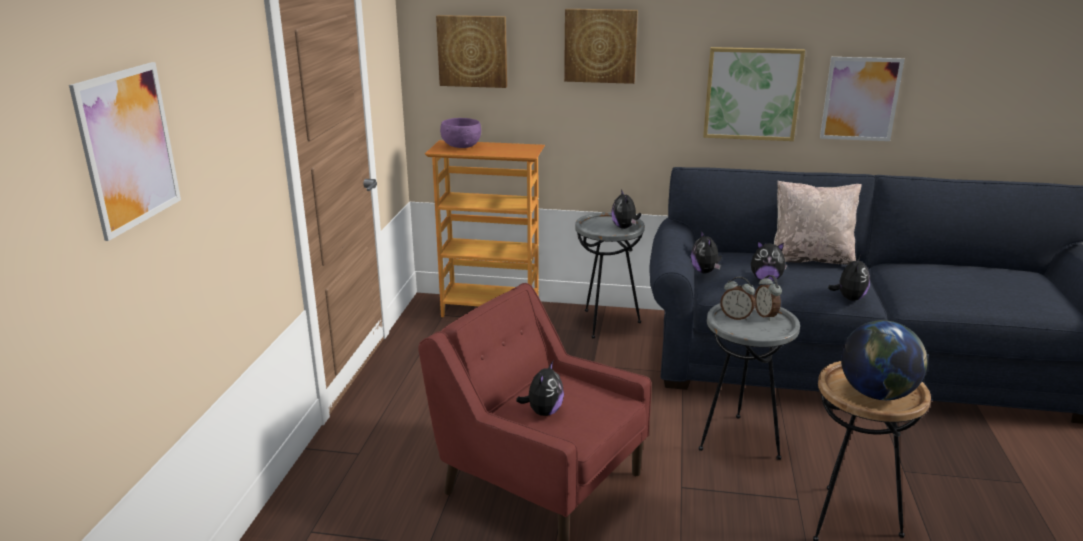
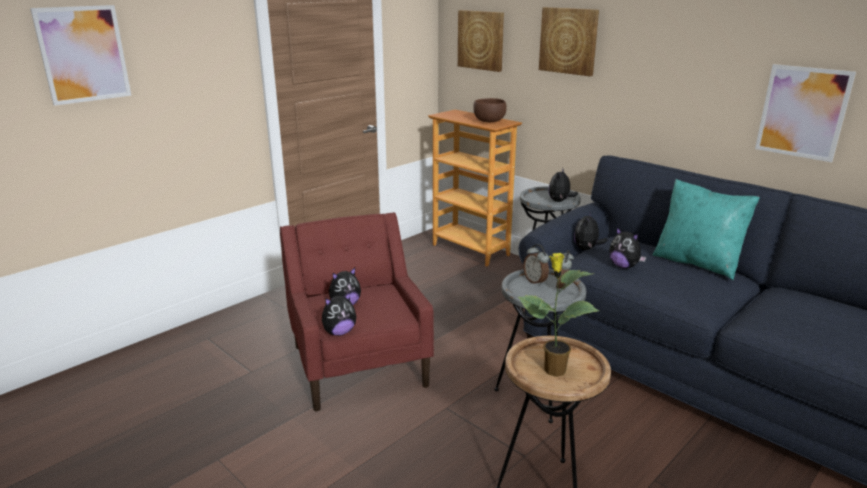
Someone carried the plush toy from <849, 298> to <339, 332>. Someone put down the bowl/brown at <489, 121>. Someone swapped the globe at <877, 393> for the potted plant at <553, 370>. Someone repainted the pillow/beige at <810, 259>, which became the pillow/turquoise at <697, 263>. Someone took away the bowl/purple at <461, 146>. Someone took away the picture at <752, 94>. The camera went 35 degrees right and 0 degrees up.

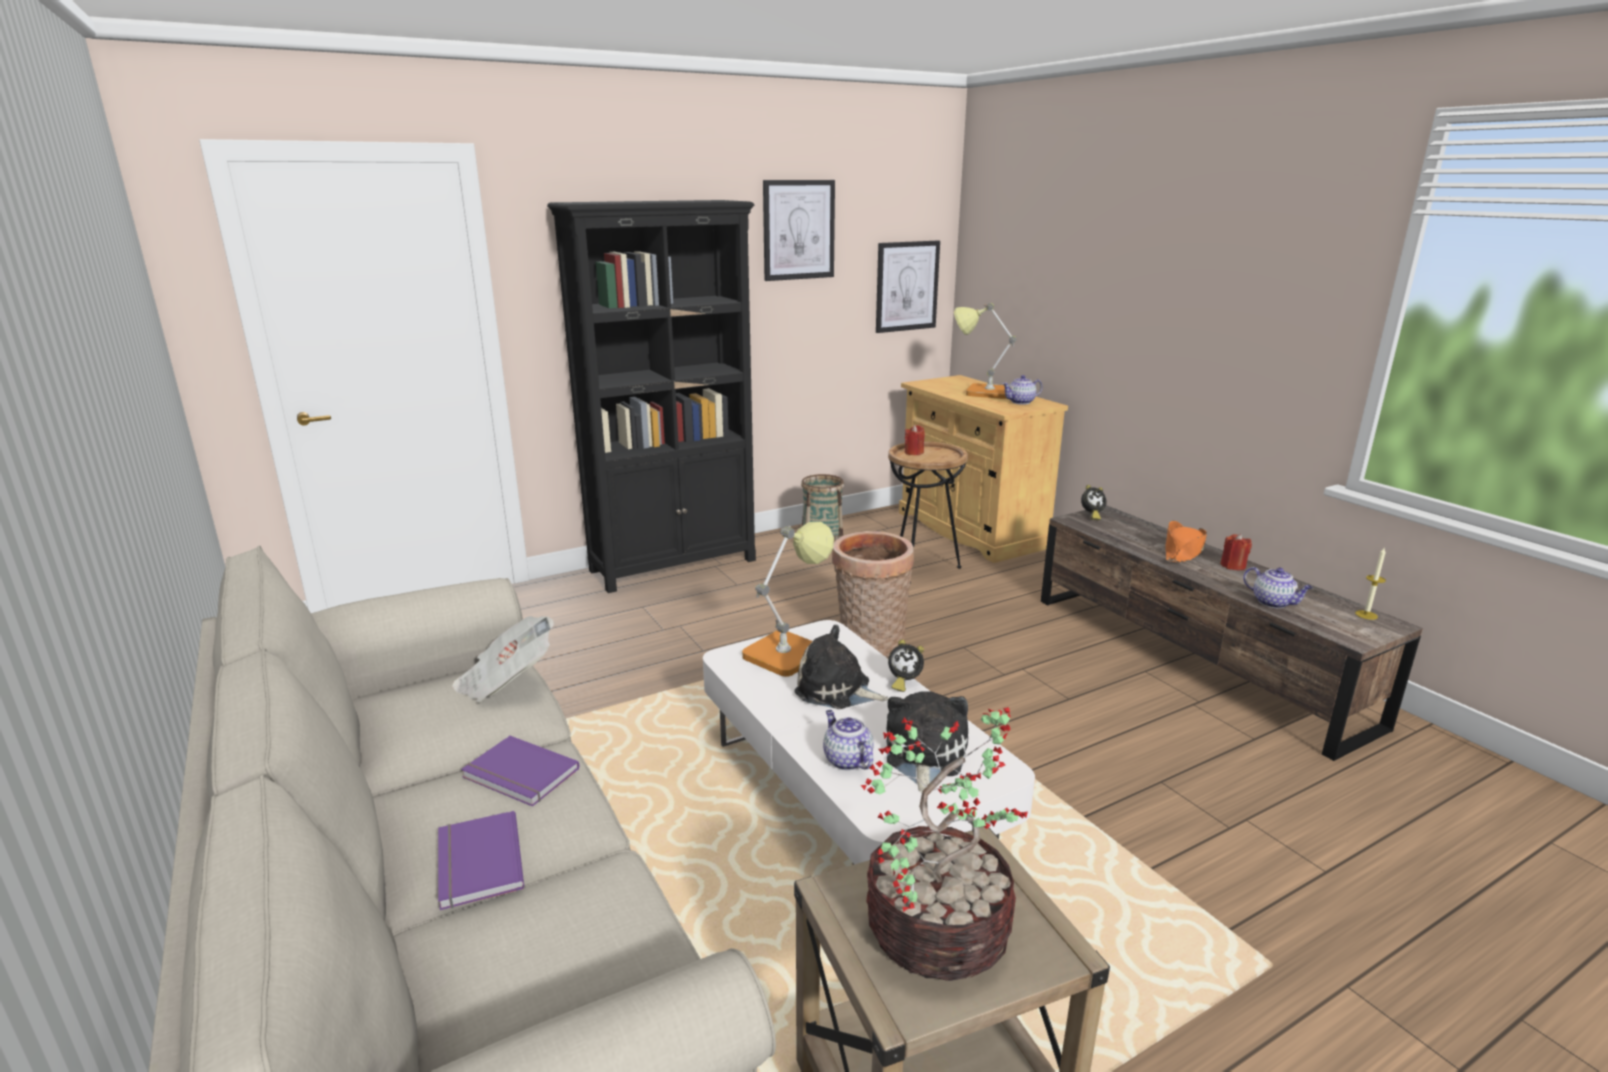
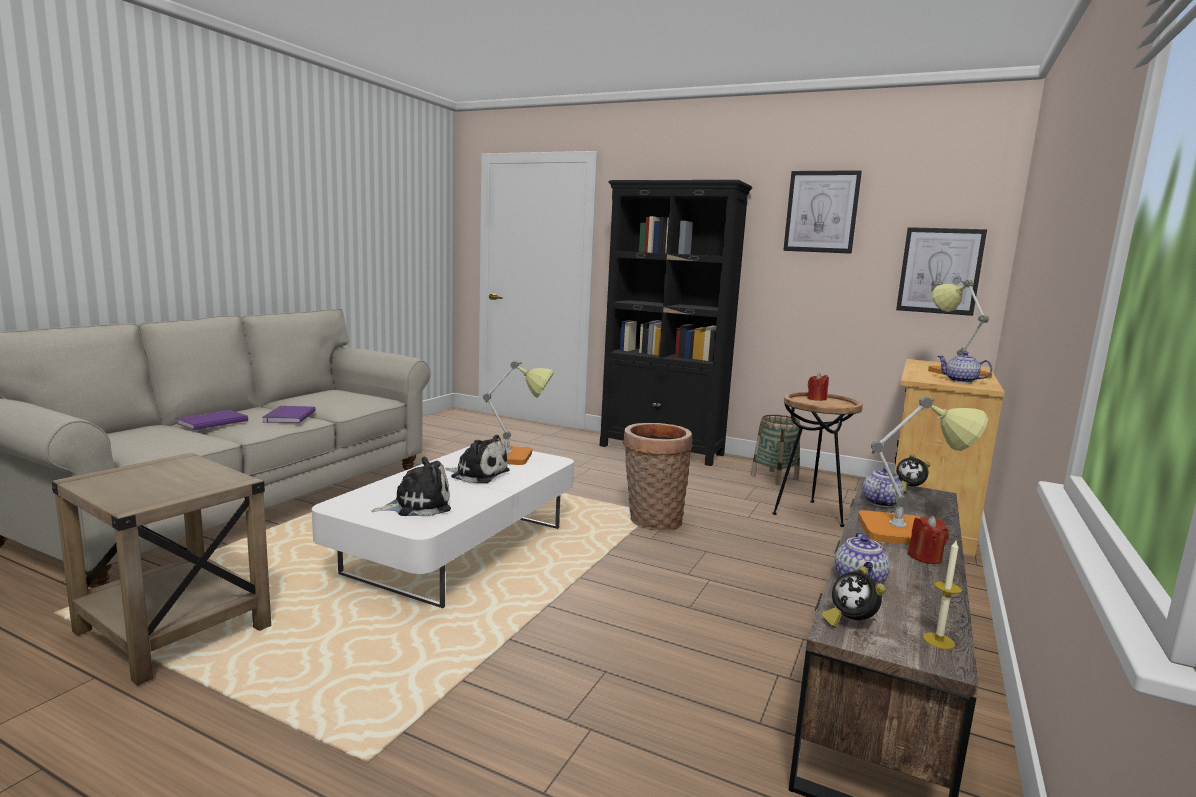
Someone rotated the plush toy at <836, 690> by 120 degrees clockwise. Someone carried the alarm clock from <903, 682> to <850, 623>. Someone swapped the hat/orange at <1183, 552> for the table lamp at <908, 532>. Someone carried the teapot from <846, 760> to <880, 502>. Someone took away the newspaper at <506, 681>. Someone took away the potted plant at <940, 929>. The camera went 55 degrees right and 10 degrees down.

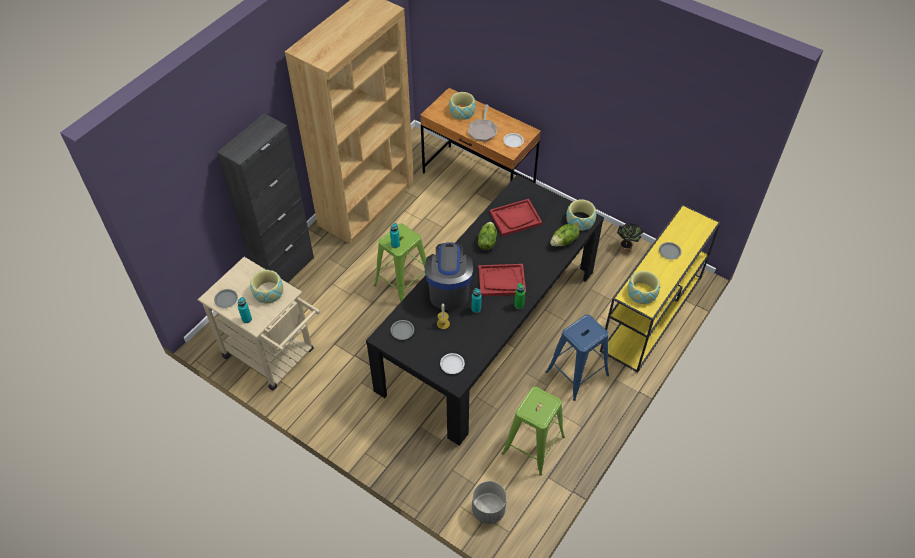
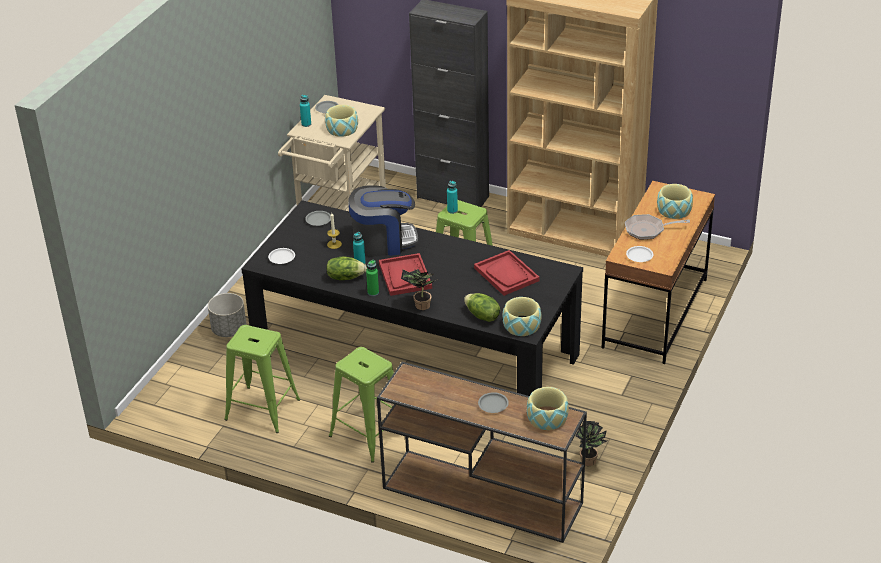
Someone carried the planter/grey from <488, 510> to <229, 330>. Someone carried the lettuce from <486, 242> to <345, 277>. Someone repainted the stool/blue at <577, 373>, which became the stool/green at <369, 435>. Someone repainted the console table/yellow at <651, 315>, which became the console table/brown at <480, 495>. Someone put down the potted plant at <420, 305>. Someone carried the bowl from <642, 293> to <547, 417>. The camera went 80 degrees right and 15 degrees down.

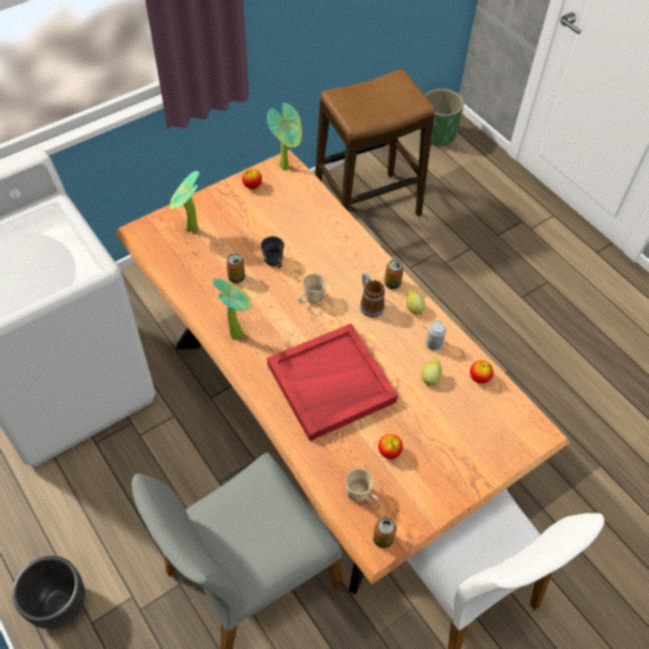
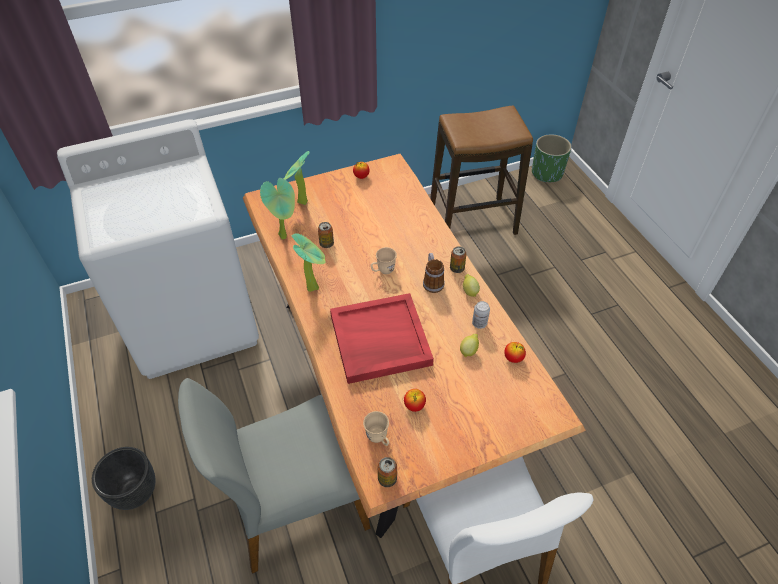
Someone carried the potted plant from <286, 166> to <285, 236>. Someone took away the mug/grey at <274, 263>. The camera went 15 degrees right and 5 degrees down.

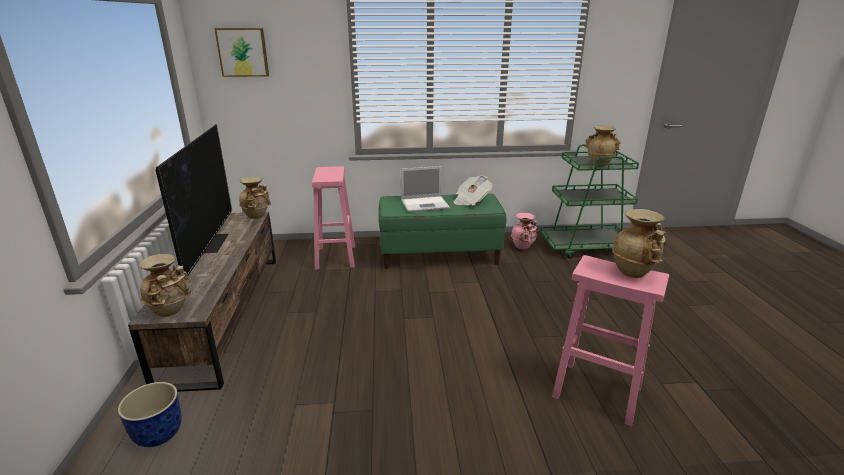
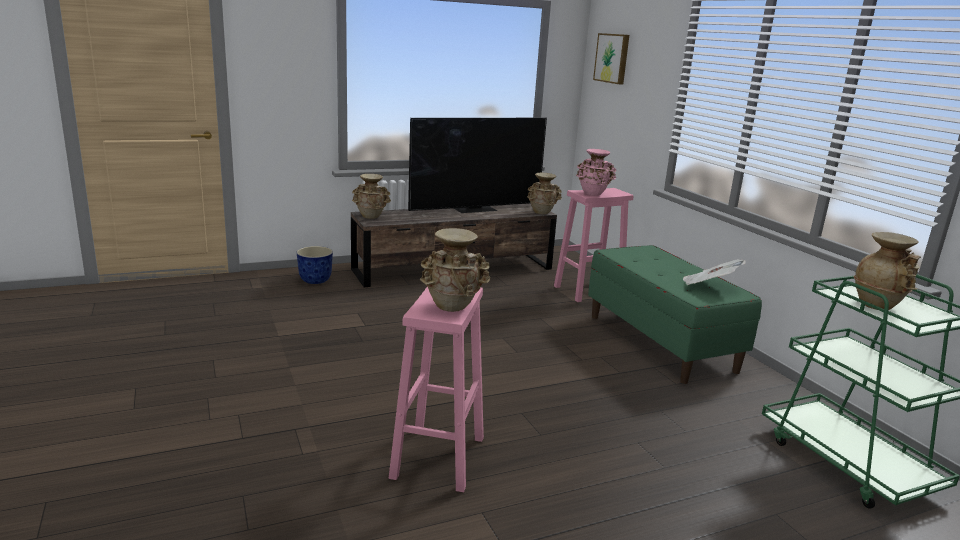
Someone carried the vase/pink from <523, 247> to <593, 194>. Someone took away the laptop at <425, 204>. The camera went 70 degrees right and 5 degrees down.

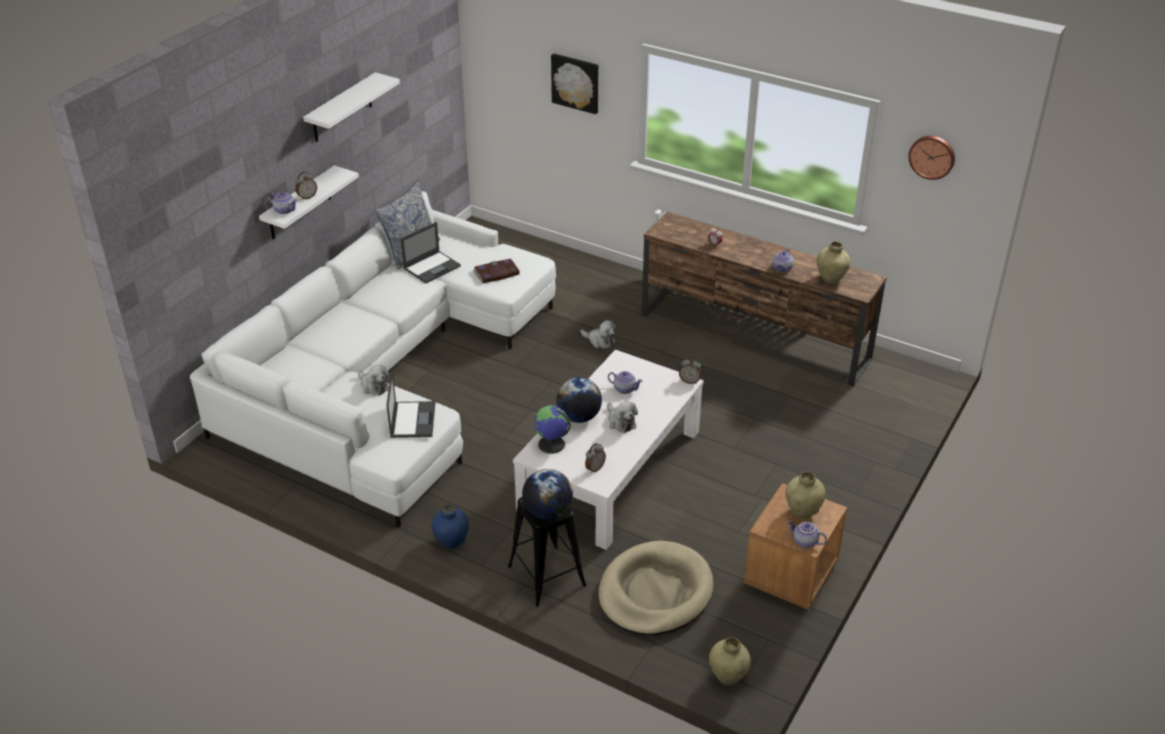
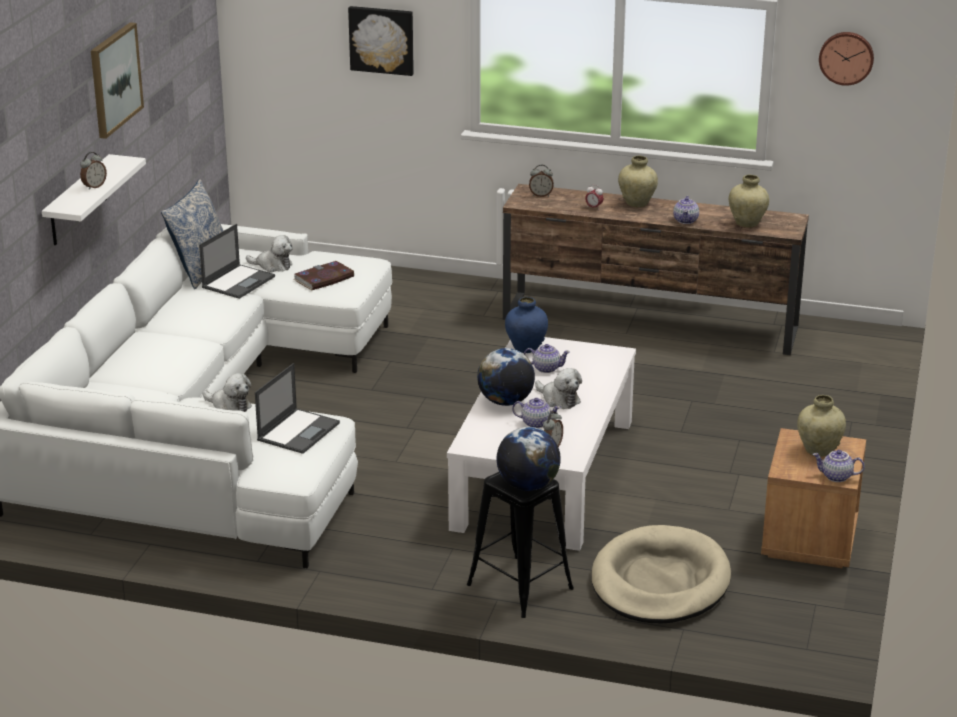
Someone swapped the shelf/white at <342, 108> for the picture at <114, 79>. Someone carried the plush toy from <599, 341> to <273, 265>. Someone rotated the laptop at <412, 419> by 45 degrees clockwise. Someone carried the vase/blue from <451, 542> to <526, 348>. Someone carried the teapot from <284, 210> to <535, 423>. Someone carried the alarm clock from <689, 381> to <541, 195>. Someone carried the vase/beige from <727, 676> to <636, 203>. Someone took away the globe at <551, 445>. The camera went 15 degrees left and 10 degrees down.

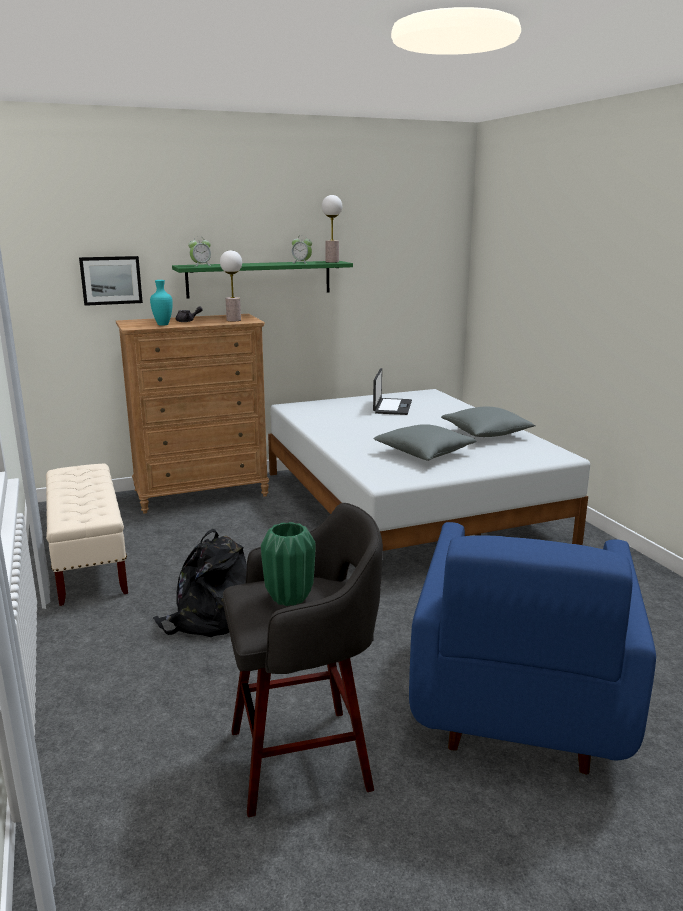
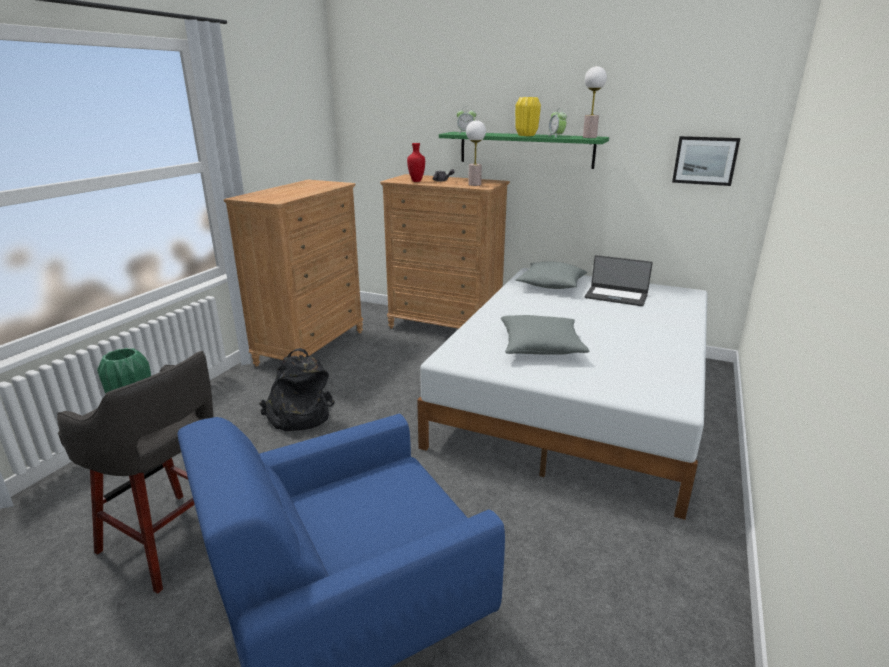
Someone swapped the bench/beige at <89, 561> for the dresser/brown at <311, 347>. Someone repainted the vase/turquoise at <163, 325>, which became the vase/red at <416, 181>. Someone put down the vase/yellow at <526, 135>. Someone carried the pillow/grey from <486, 434> to <551, 285>. Someone rotated the laptop at <392, 407> by 60 degrees clockwise. Someone carried the picture from <111, 280> to <705, 160>. The camera went 45 degrees right and 5 degrees up.

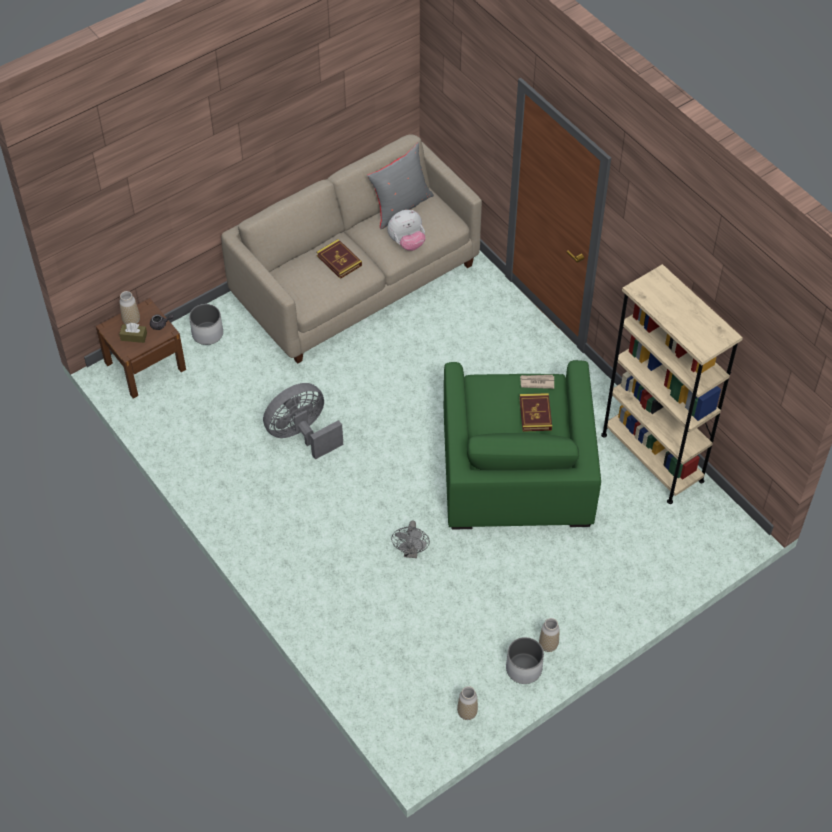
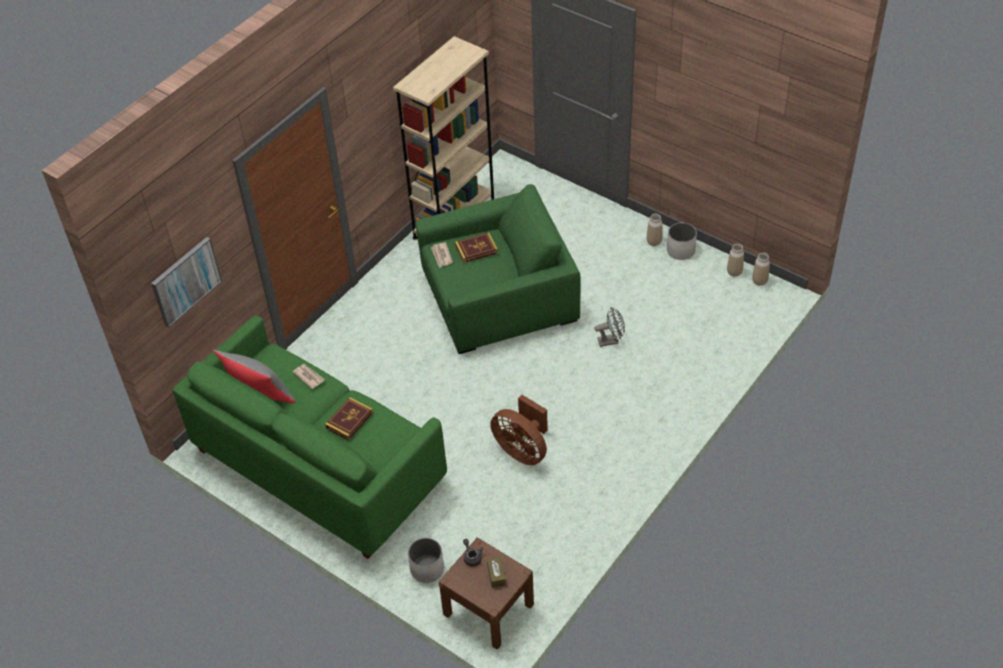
Someone put up the picture at <185, 281>. Someone repainted the sofa/beige at <356, 281>, which became the sofa/green at <318, 465>. Someone swapped the plush toy at <407, 243> for the newspaper at <308, 376>. Someone repainted the fan/grey at <302, 435>, which became the fan/brown at <522, 450>. Someone carried the vase from <131, 321> to <759, 281>. The camera went 105 degrees left and 5 degrees down.

